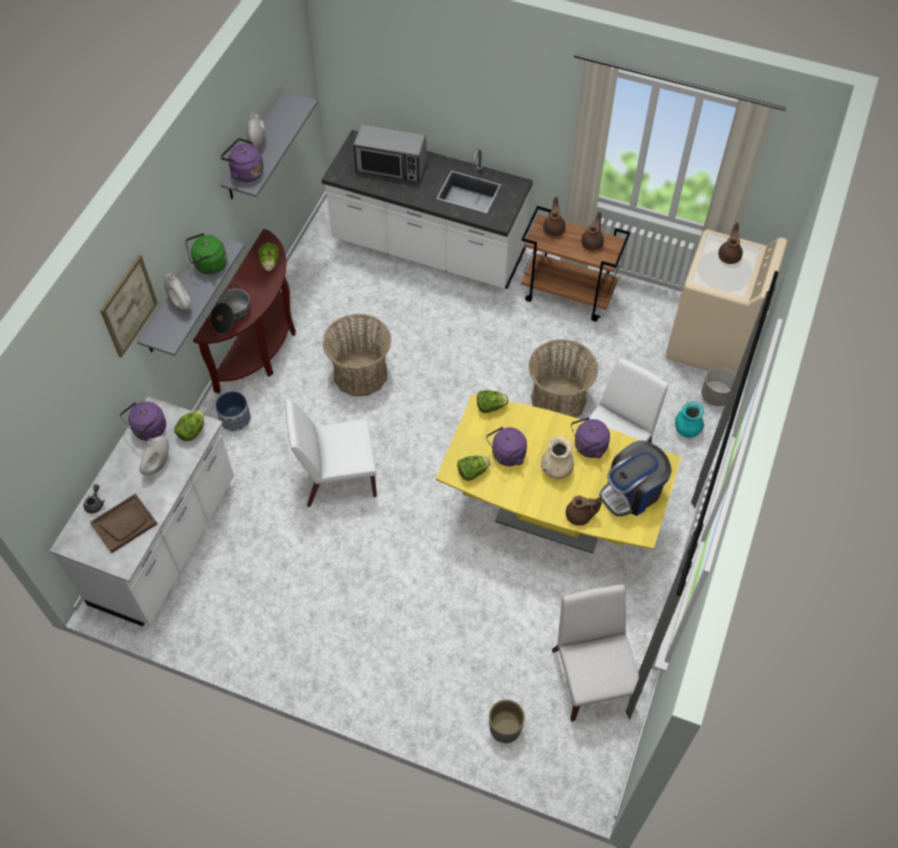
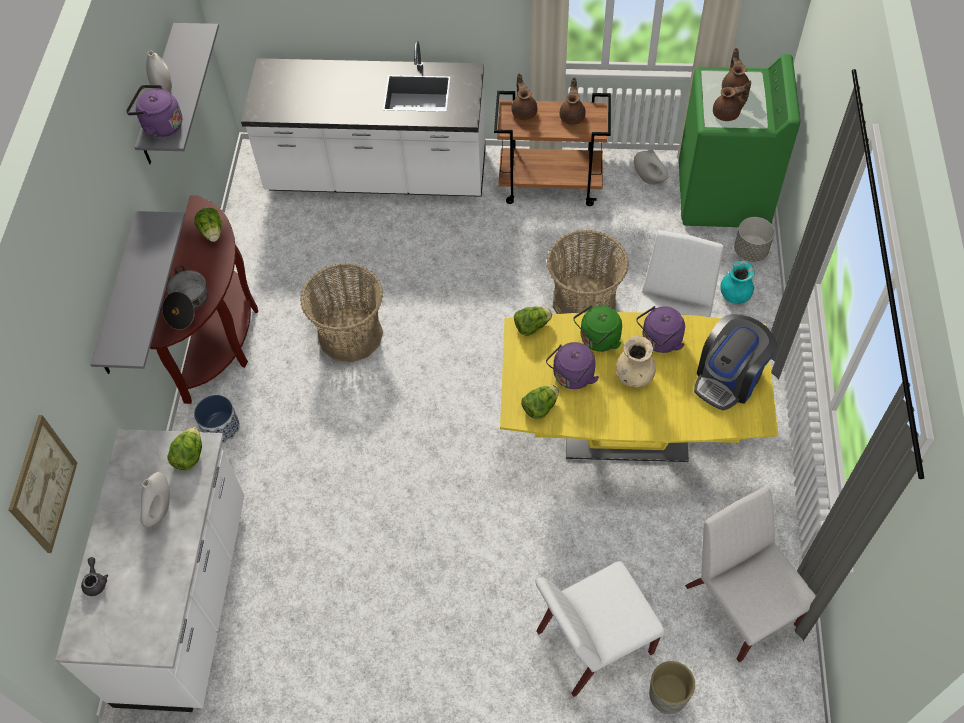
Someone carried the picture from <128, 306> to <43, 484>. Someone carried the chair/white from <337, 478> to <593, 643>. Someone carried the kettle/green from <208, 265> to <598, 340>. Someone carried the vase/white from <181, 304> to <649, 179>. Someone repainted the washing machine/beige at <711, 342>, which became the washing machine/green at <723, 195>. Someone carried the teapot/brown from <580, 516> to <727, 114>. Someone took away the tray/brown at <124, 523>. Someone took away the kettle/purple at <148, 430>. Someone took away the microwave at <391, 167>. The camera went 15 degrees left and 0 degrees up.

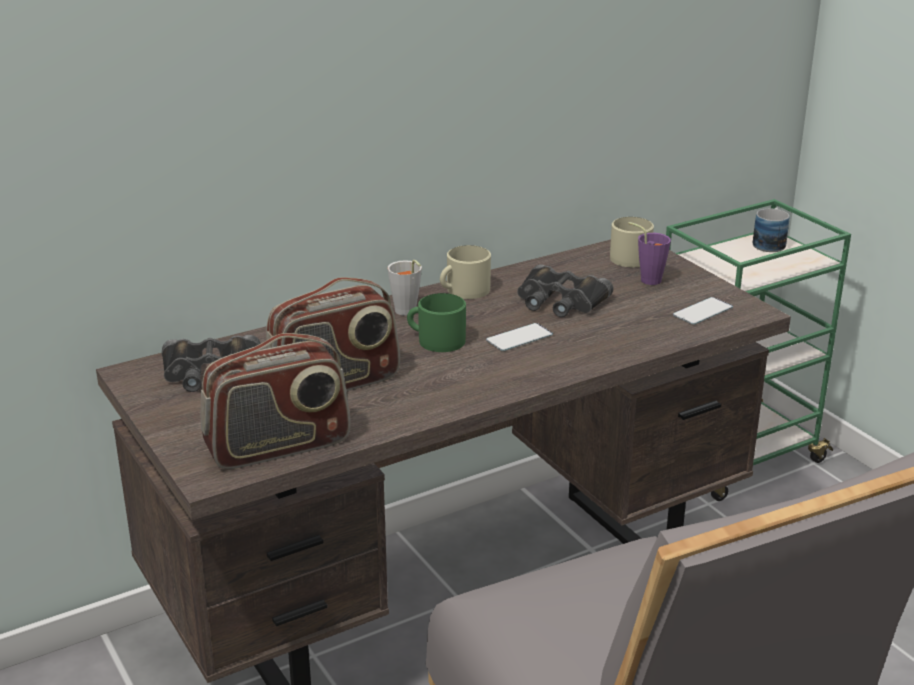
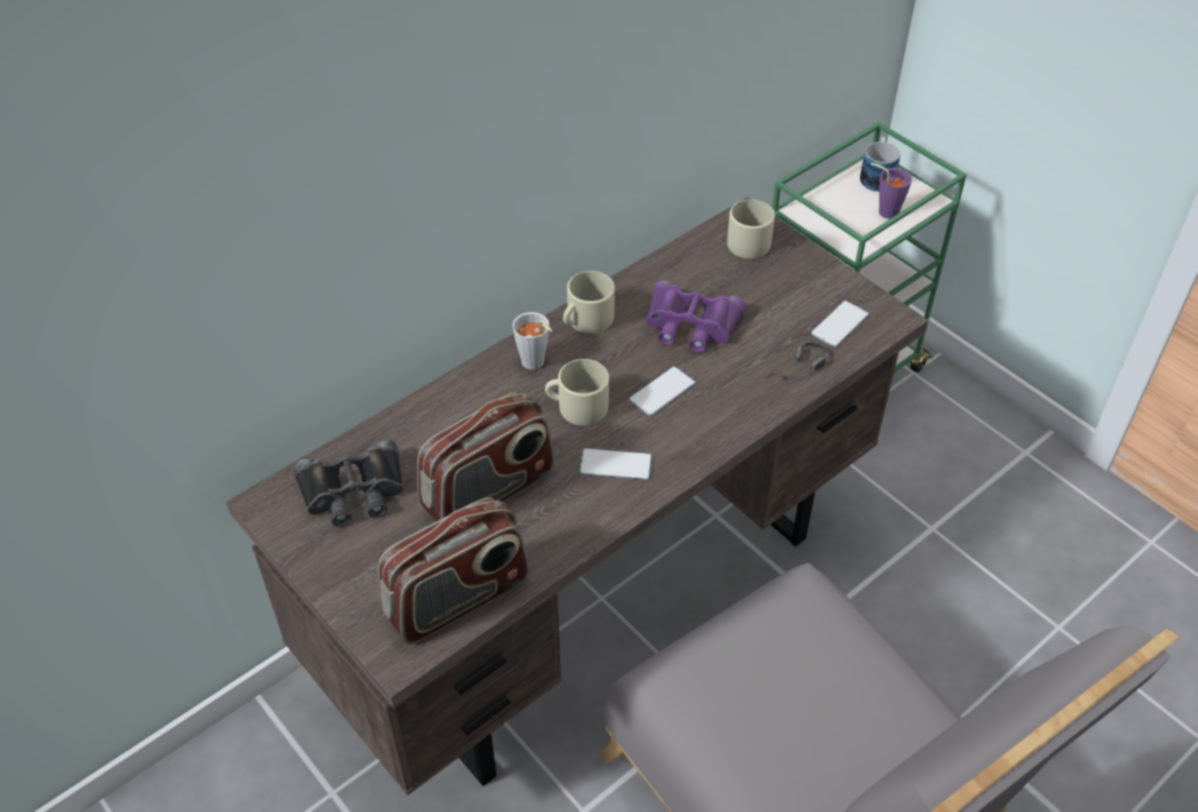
Someone repainted the mug/green at <436, 340>, which became the mug/beige at <577, 406>. Someone put down the phone at <616, 464>. Someone repainted the binoculars/black at <560, 301>, which became the binoculars/purple at <690, 325>. Someone put down the headphones at <796, 374>. Someone carried the cup/purple from <646, 279> to <884, 211>. The camera went 10 degrees left and 20 degrees up.

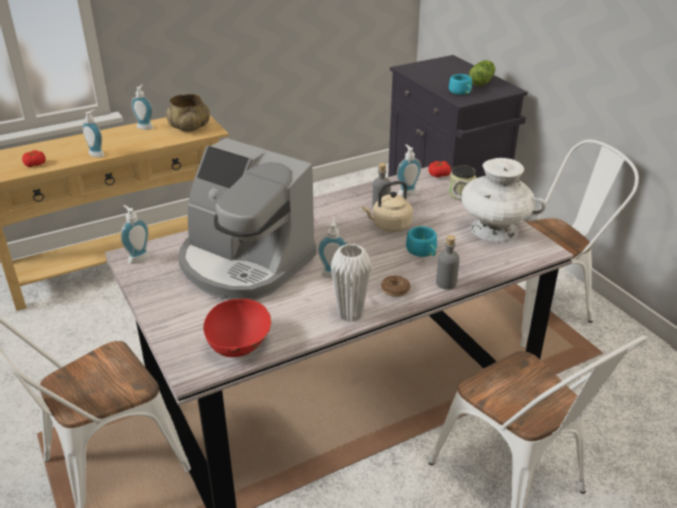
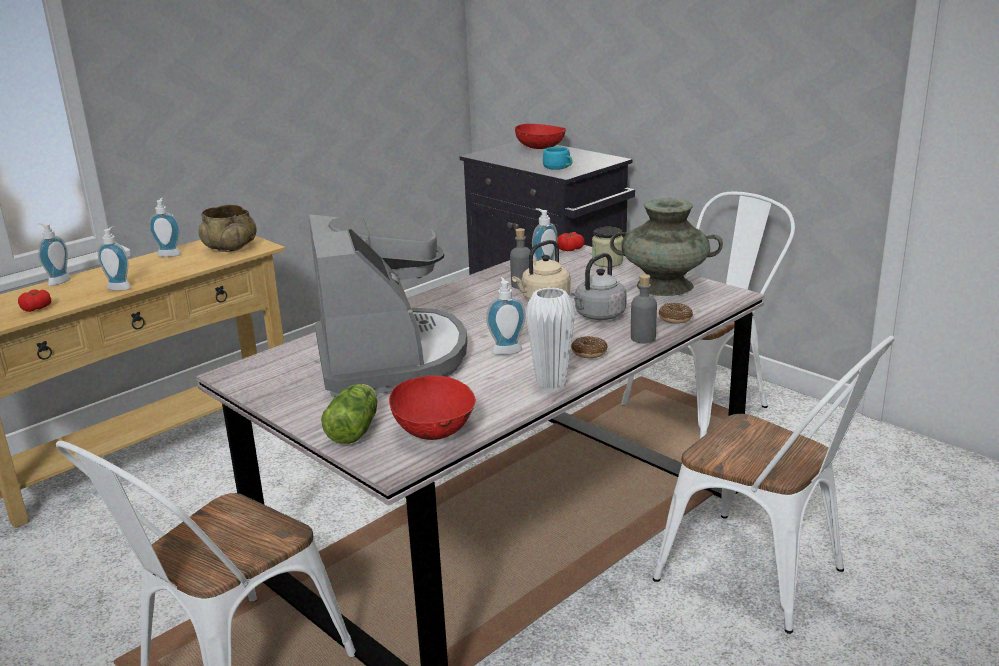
Someone carried the soap dispenser from <137, 257> to <57, 281>. Someone rotated the coffee machine at <244, 263> by 120 degrees counterclockwise. Someone carried the lettuce from <482, 81> to <355, 428>. Someone put down the bowl/red at <541, 148>. Someone swapped the cup/turquoise at <423, 252> for the kettle/grey at <598, 316>. Someone repainted the vase/white at <493, 229>, which became the vase/turquoise at <664, 286>. Someone put down the donut at <675, 318>. The camera went 15 degrees left and 10 degrees down.

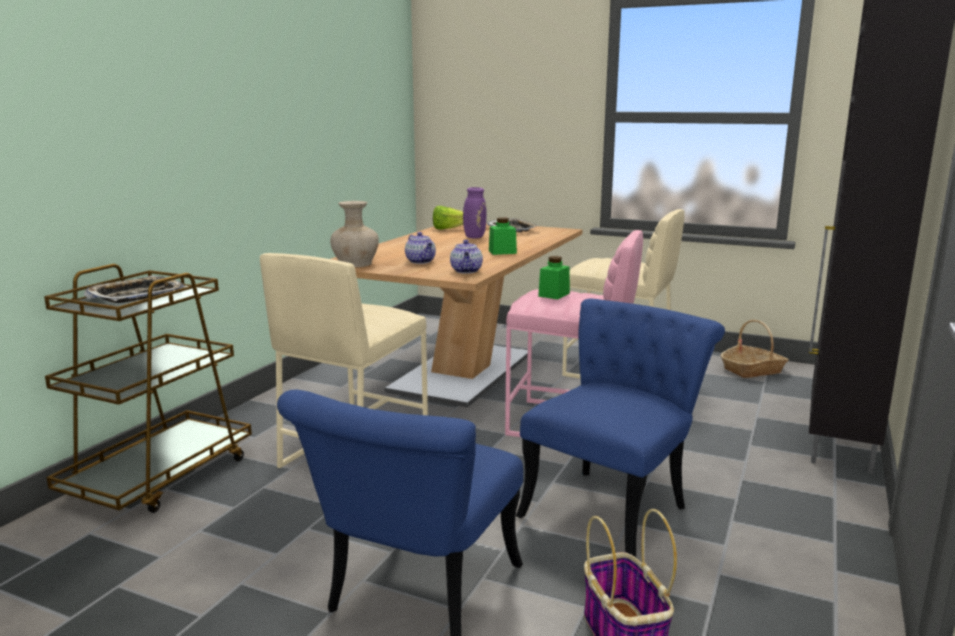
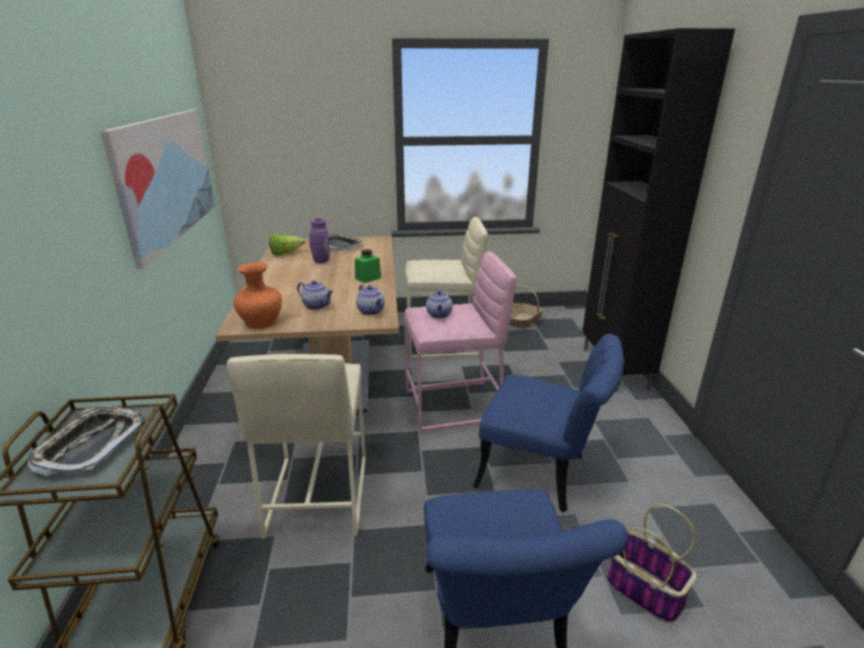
Someone put up the picture at <168, 177>. Someone repainted the vase/beige at <355, 264>, which became the vase/orange at <260, 322>. Someone swapped the jar/green at <554, 295> for the teapot at <439, 315>. Someone rotated the chair/blue at <612, 505> by 105 degrees clockwise. The camera went 30 degrees left and 10 degrees up.

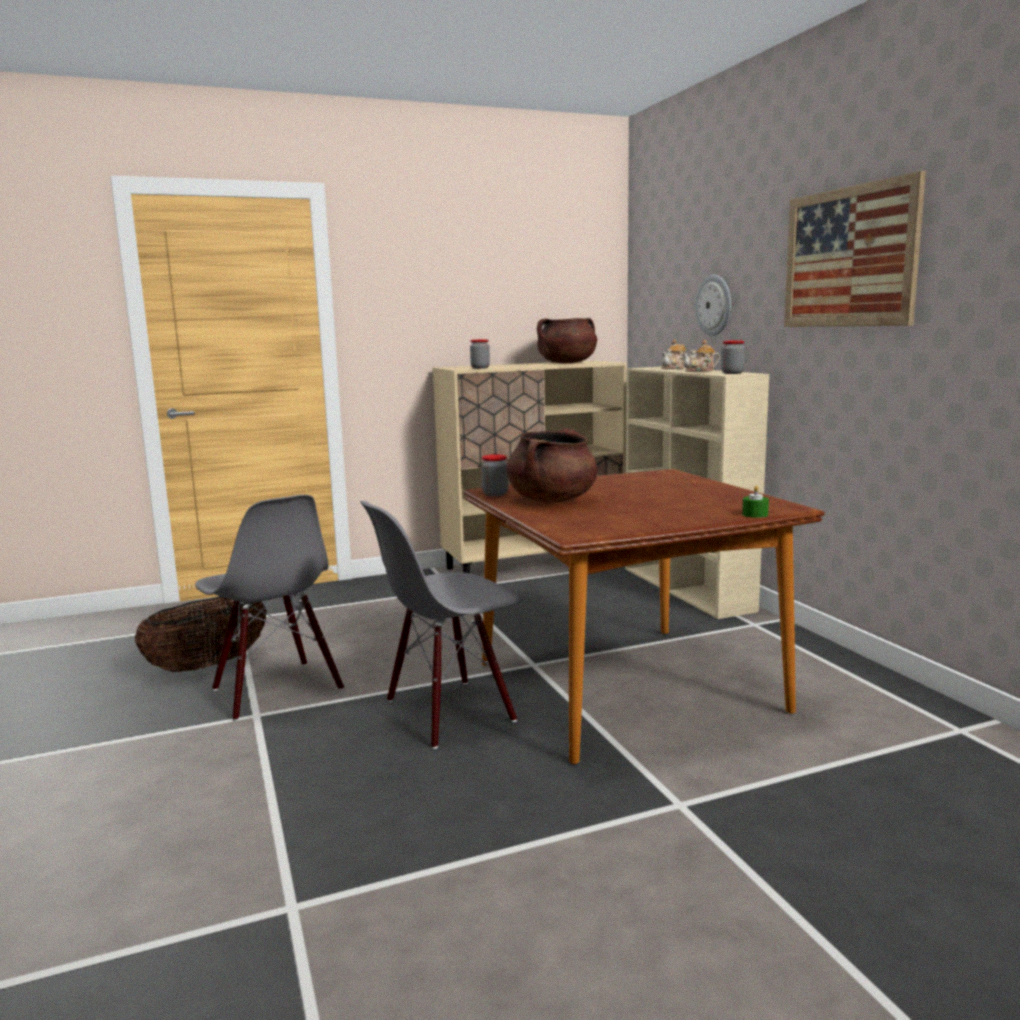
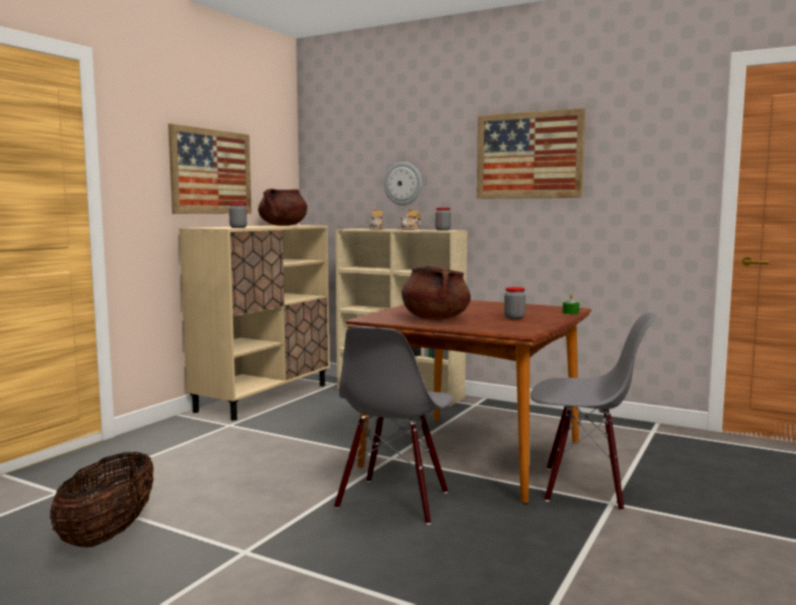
Someone put up the picture at <211, 172>. Someone carried the jar from <495, 494> to <514, 318>. Someone carried the chair/grey from <276, 690> to <584, 487>. The camera went 40 degrees left and 5 degrees down.

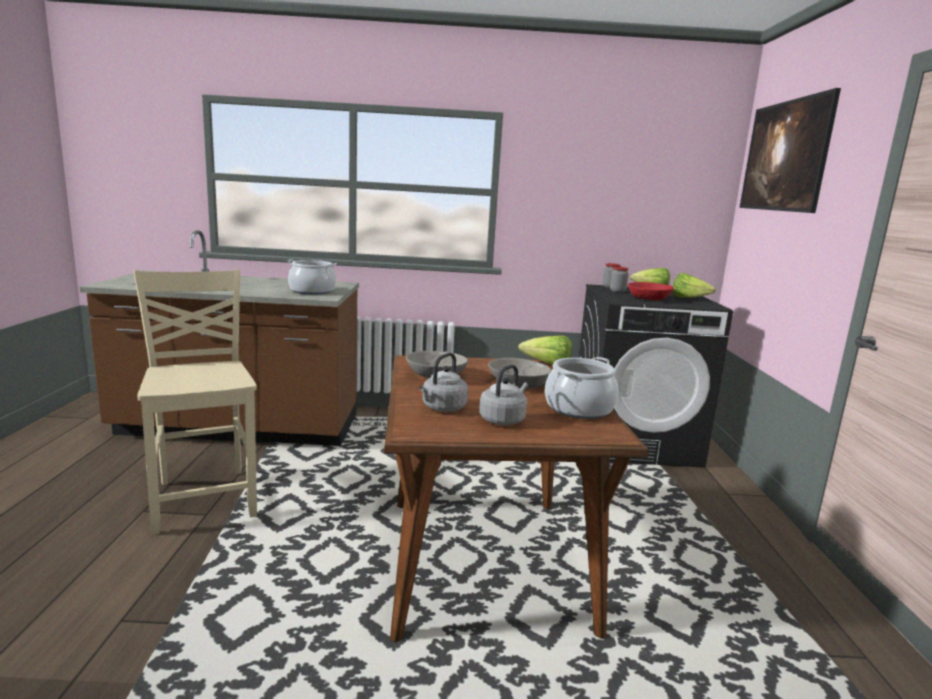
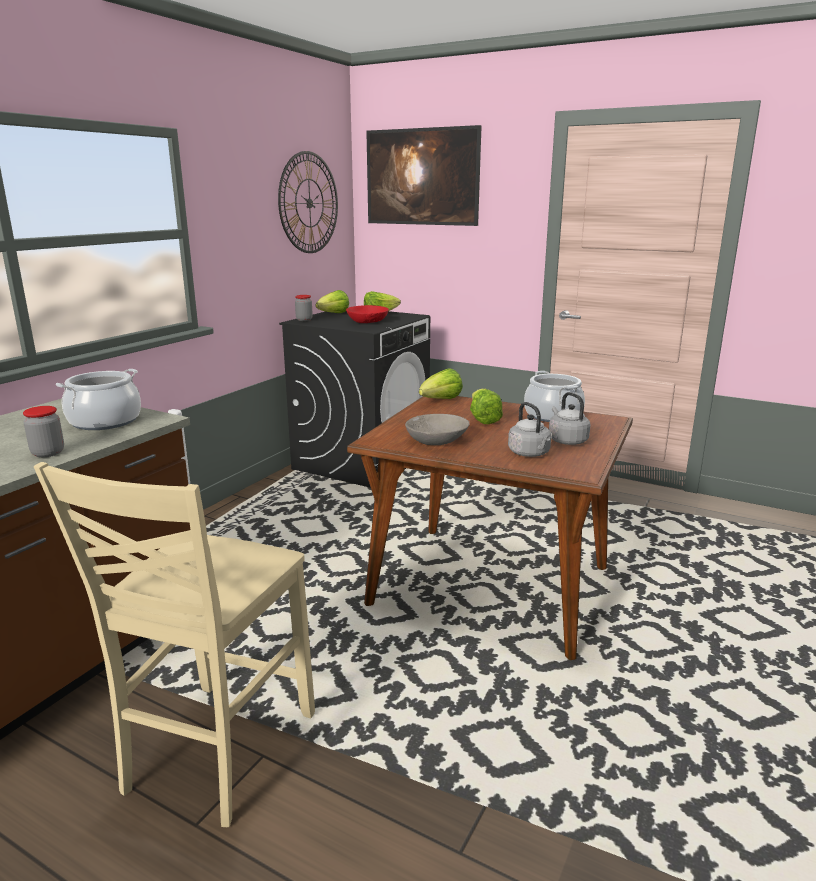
Someone carried the jar from <617, 291> to <48, 453>. Someone rotated the chair/beige at <205, 498> by 75 degrees counterclockwise. Someone put up the wall clock at <309, 203>. Someone swapped the bowl/grey at <518, 384> for the lettuce at <483, 419>. The camera went 60 degrees left and 5 degrees up.

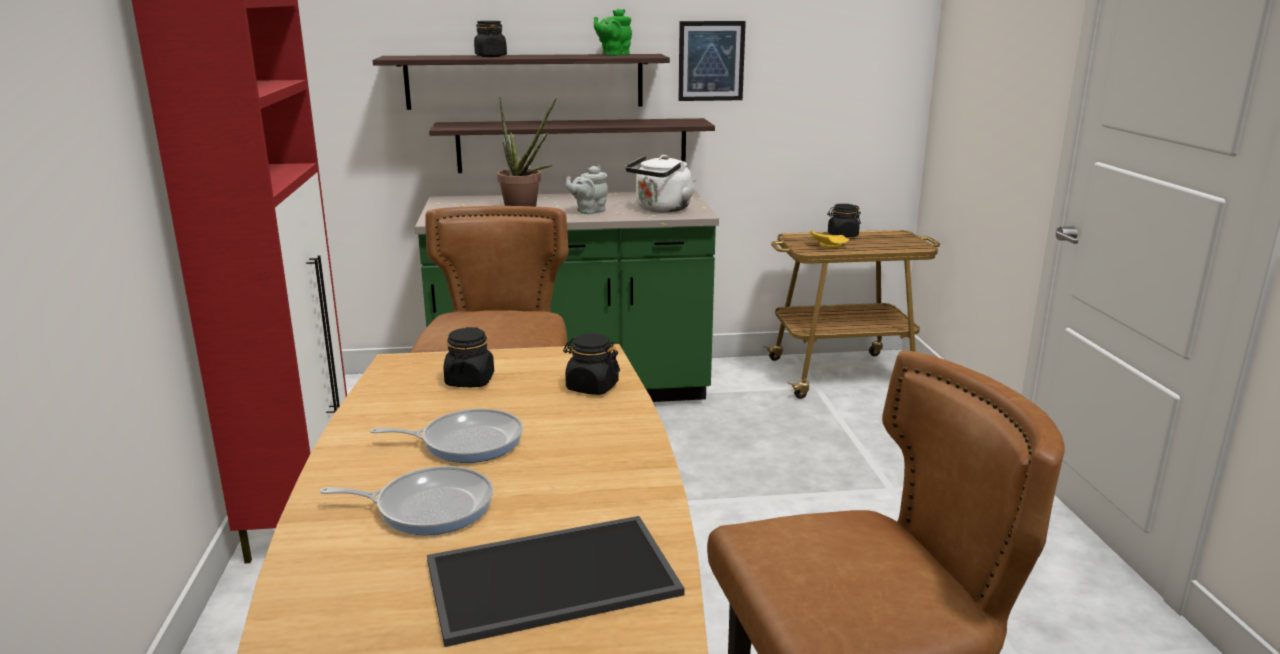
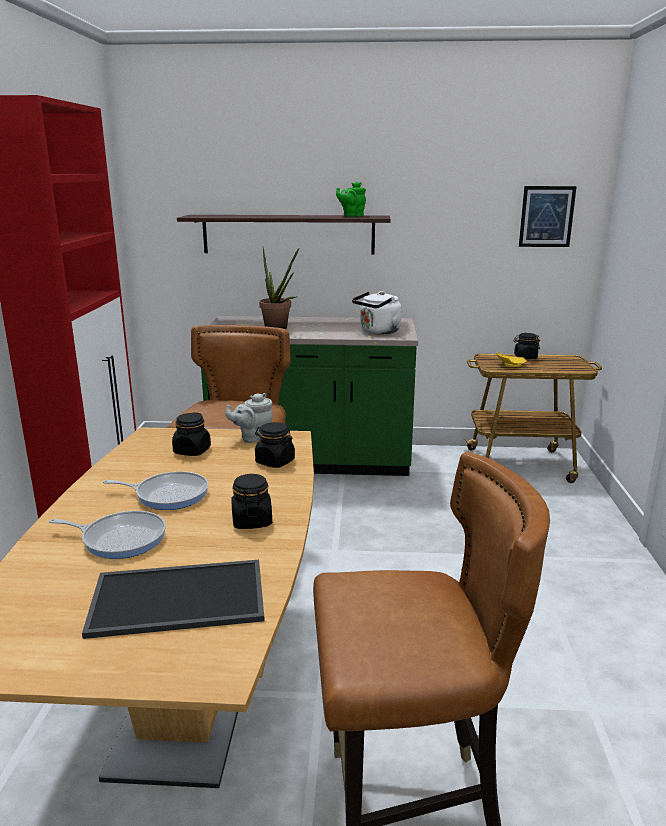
Someone carried the teapot/grey from <589, 211> to <253, 438>. Someone carried the jar/black from <490, 56> to <252, 521>. Someone carried the picture from <711, 61> to <546, 216>. Someone took away the shelf at <572, 145>. The camera went 10 degrees right and 0 degrees up.

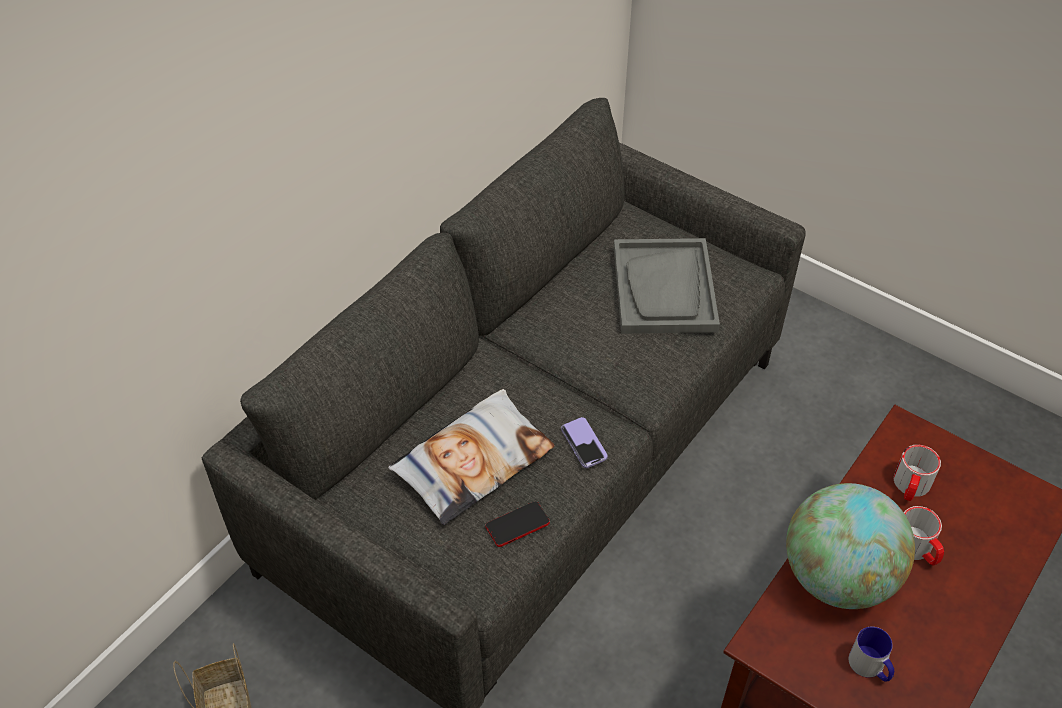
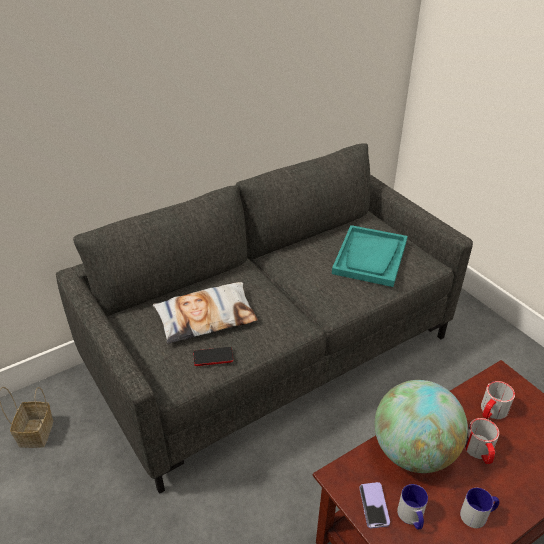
Someone repainted the tray/grey at <664, 289>, which became the tray/turquoise at <370, 257>. Someone carried the phone from <584, 444> to <374, 505>. Someone put down the mug at <478, 515>. The camera went 20 degrees right and 10 degrees down.

